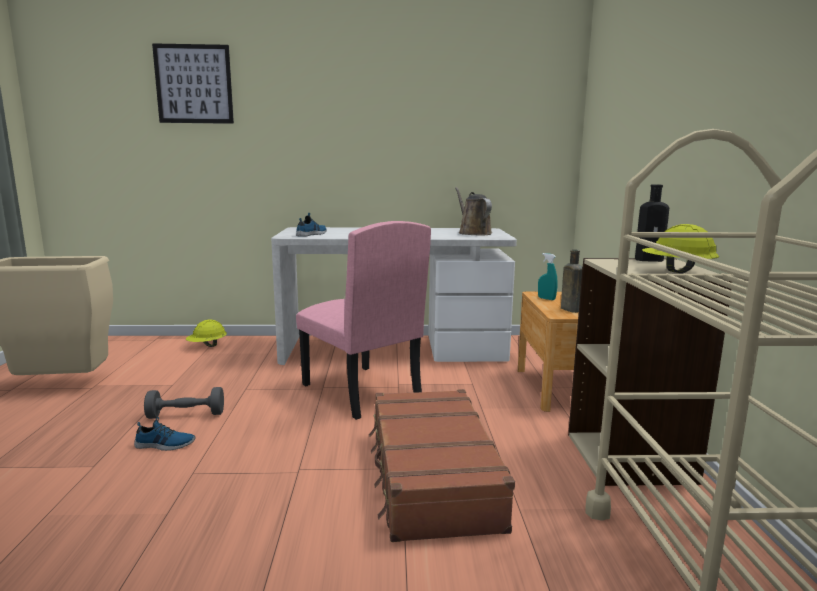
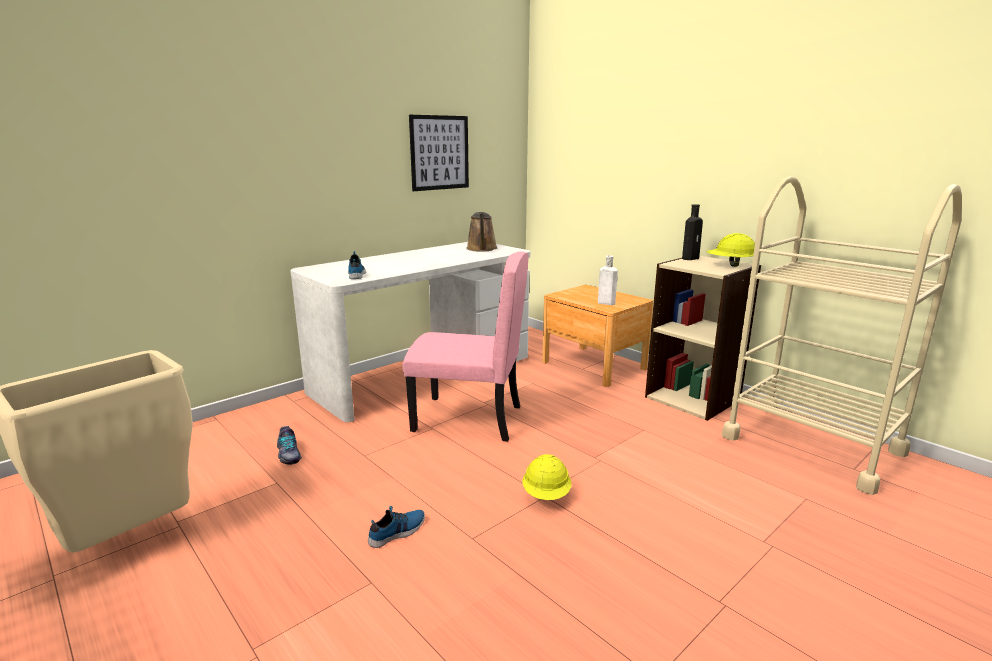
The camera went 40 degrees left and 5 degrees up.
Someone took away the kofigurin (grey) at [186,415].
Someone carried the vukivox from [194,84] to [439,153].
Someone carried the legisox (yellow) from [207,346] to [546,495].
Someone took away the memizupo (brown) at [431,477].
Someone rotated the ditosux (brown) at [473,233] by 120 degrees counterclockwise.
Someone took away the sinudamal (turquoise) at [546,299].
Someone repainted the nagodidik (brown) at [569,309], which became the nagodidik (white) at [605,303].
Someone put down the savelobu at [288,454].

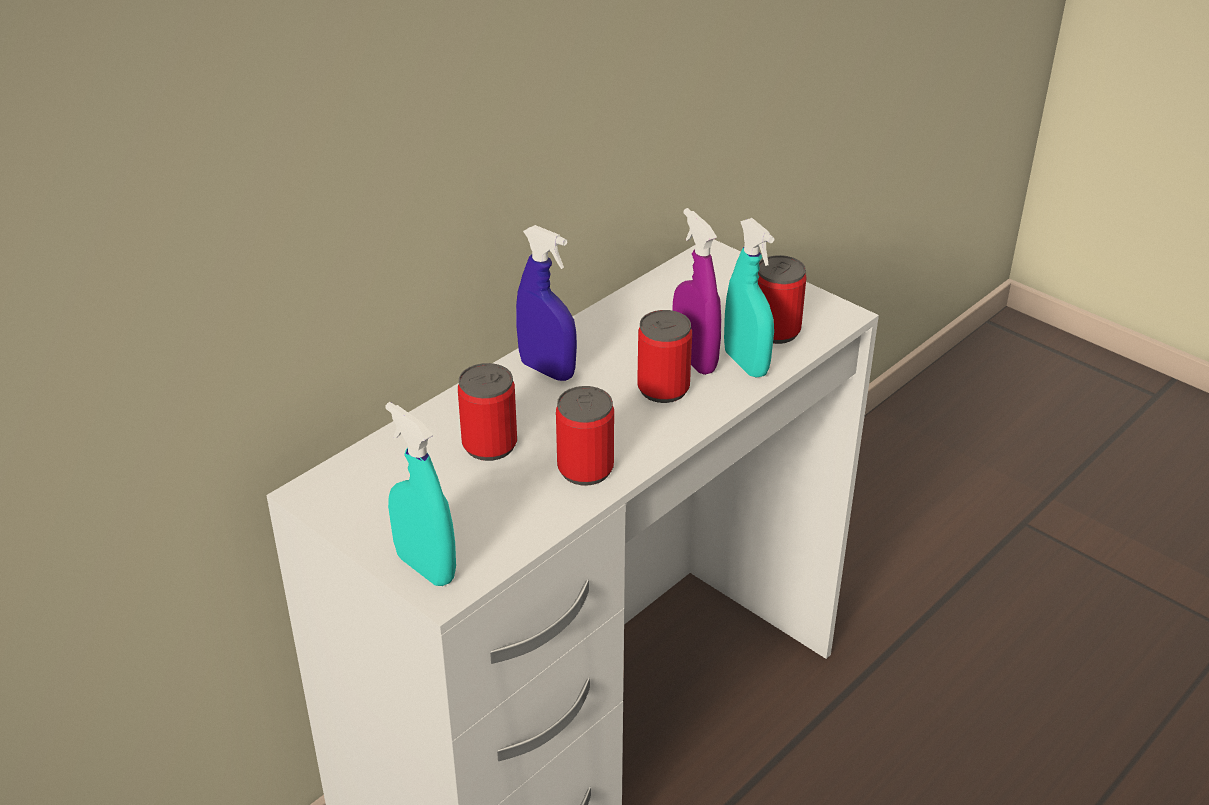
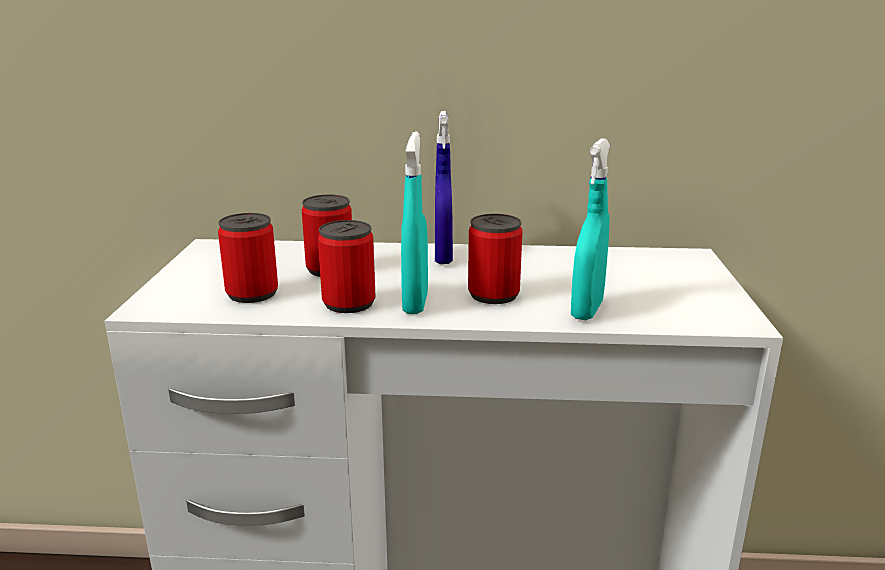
The camera went 50 degrees right and 15 degrees down.
Someone carried the sinudamal (turquoise) from [425,568] to [415,303].
Someone took away the sinudamal (purple) at [694,360].
Someone carried the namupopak from [775,331] to [252,293].

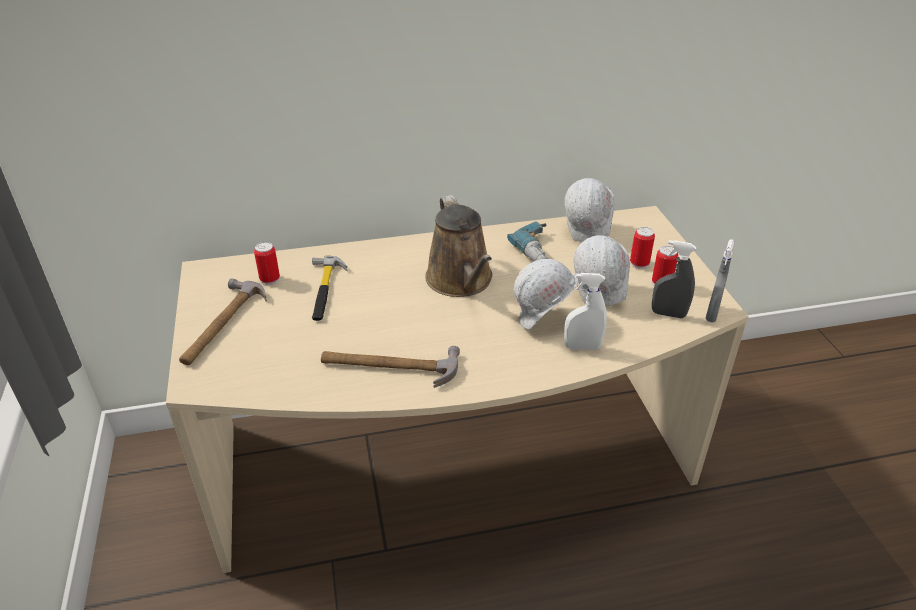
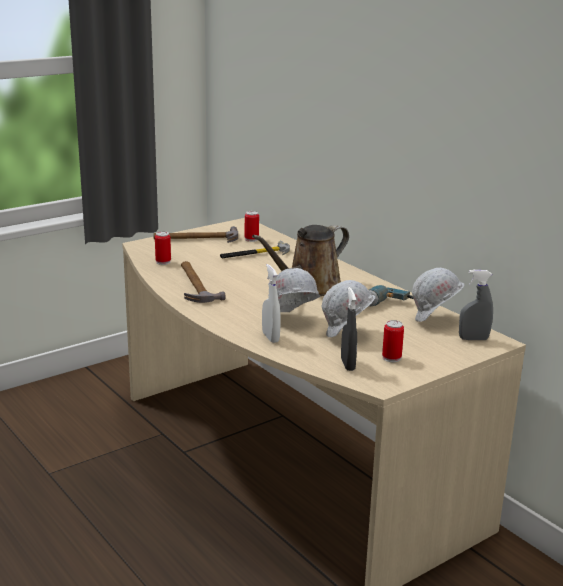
The camera went 65 degrees right and 15 degrees down.
Someone carried the namupopak from [639,263] to [163,262].
Someone carried the sinudamal (grey) from [712,314] to [473,339].

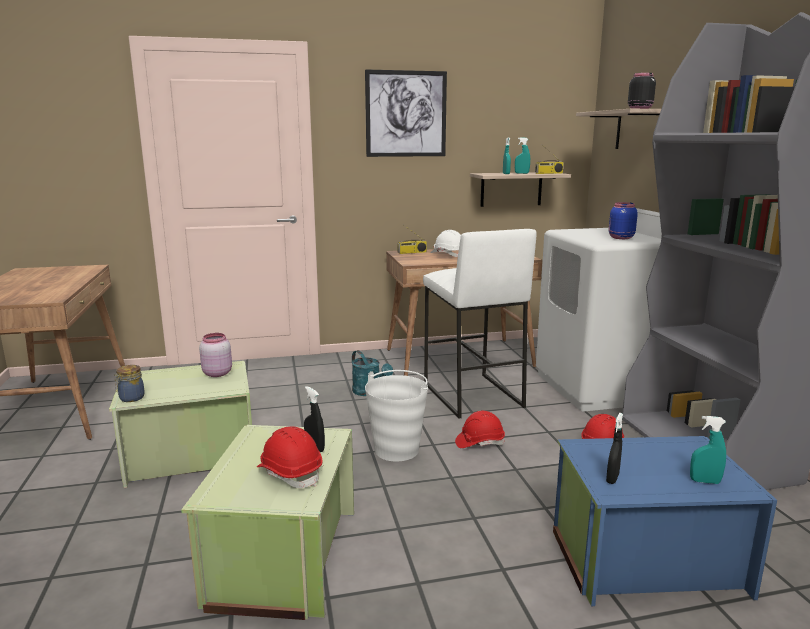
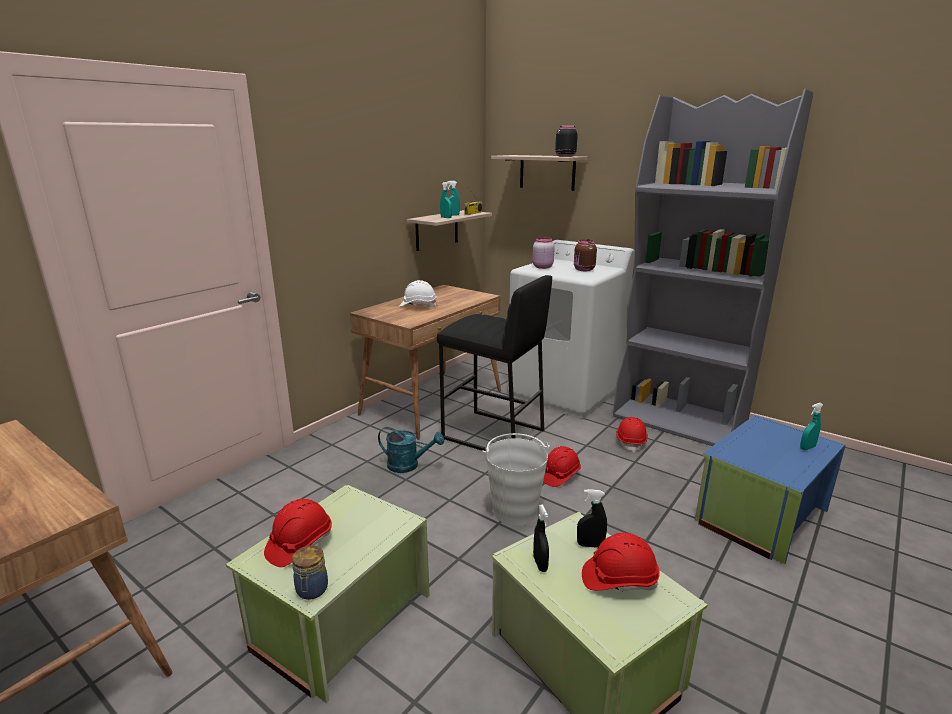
The camera went 40 degrees left and 5 degrees up.
Someone carried the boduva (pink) from [217,373] to [542,267].
Someone took away the vukivox at [406,114].
Someone took away the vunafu at [412,252].
Someone repainted the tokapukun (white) at [471,395], which became the tokapukun (black) at [492,434].
Someone carried the sinudamal (black) from [612,478] to [540,564].
Someone repainted the boduva (blue) at [620,238], which became the boduva (brown) at [583,270].
Someone put down the legisox (red) at [299,544].

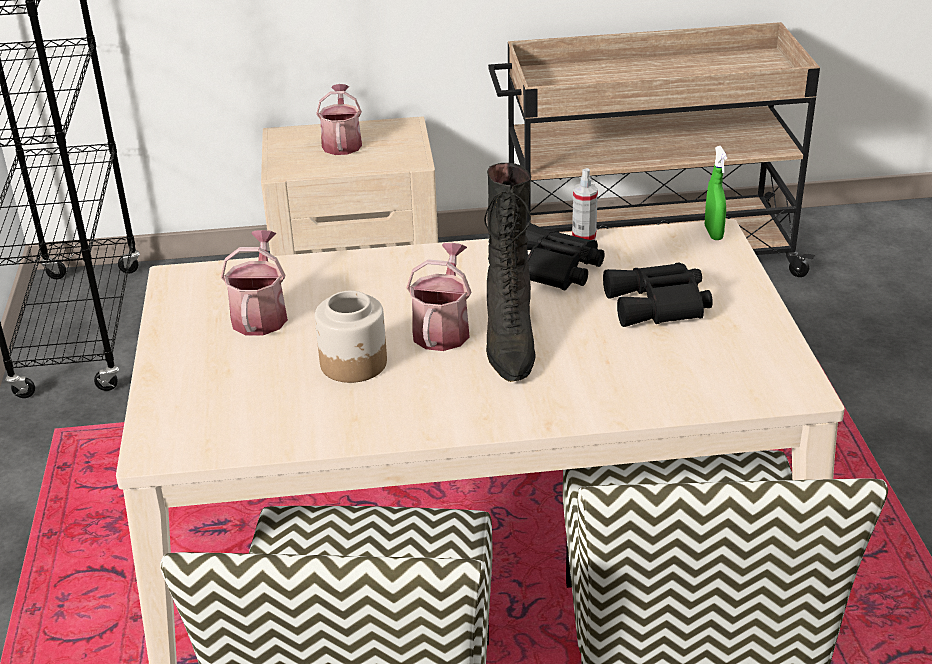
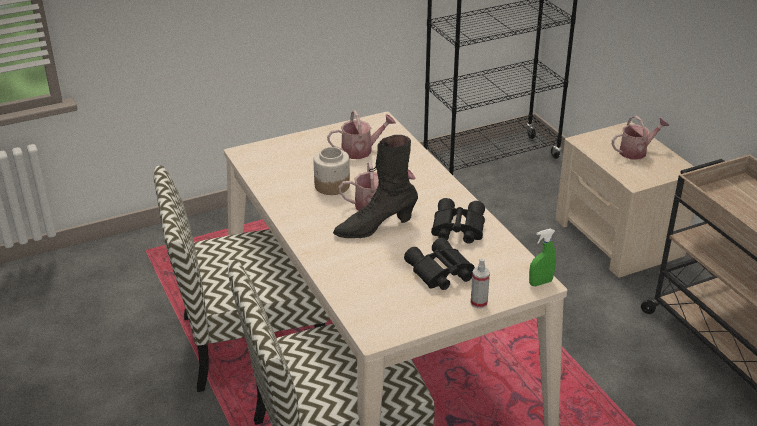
The camera went 70 degrees right and 0 degrees up.
Someone carried the sinudamal from [584,238] to [479,303].

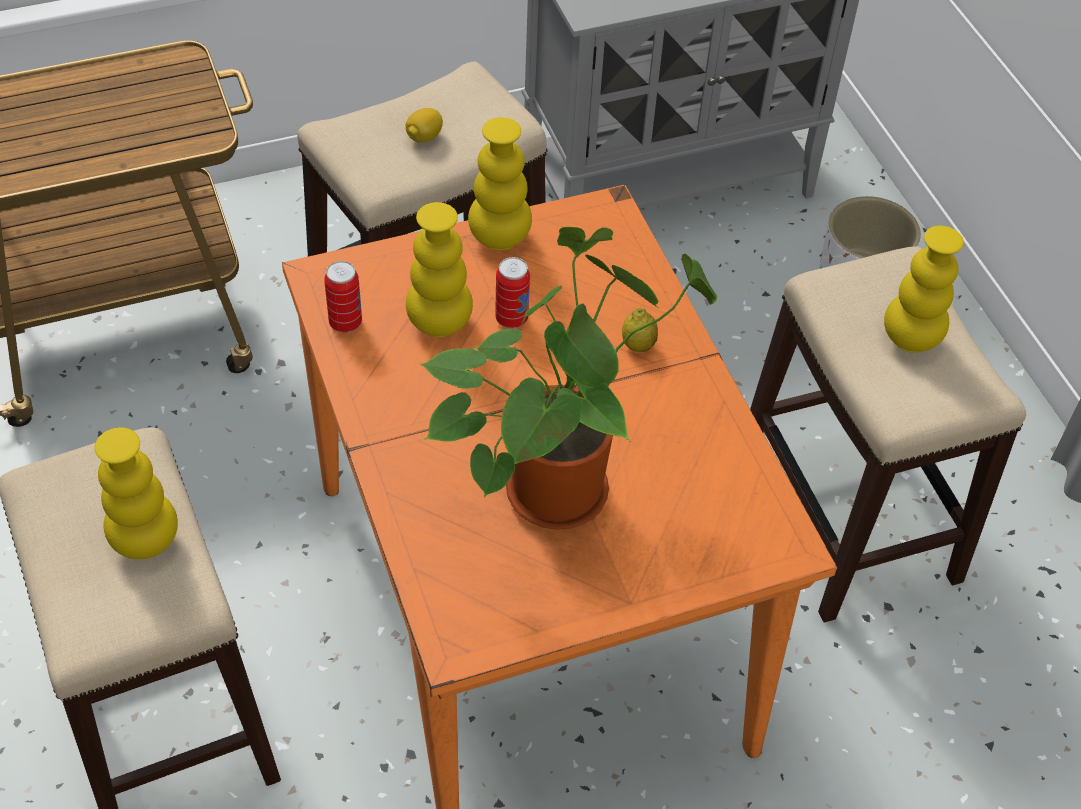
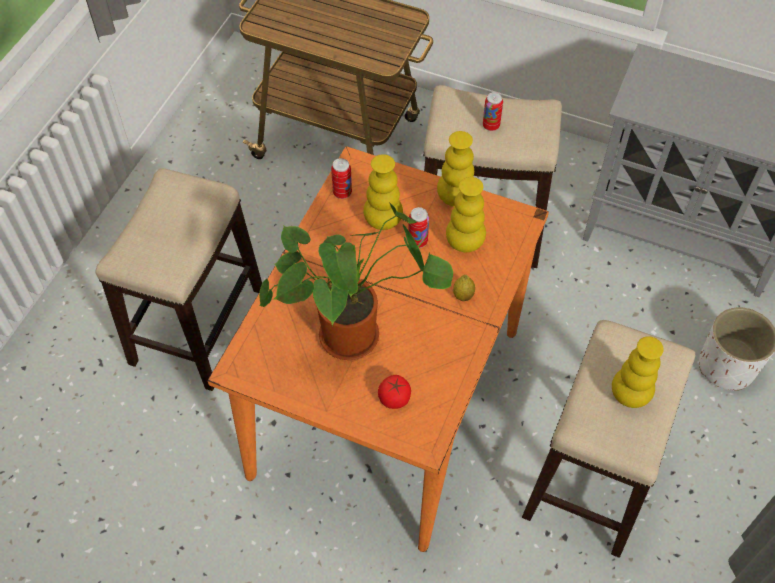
The camera went 45 degrees right and 5 degrees up.
Someone carried the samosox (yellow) from [145,541] to [464,243].
Someone swapped the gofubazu at [424,137] for the namupopak at [491,126].
Someone put down the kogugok at [394,398].

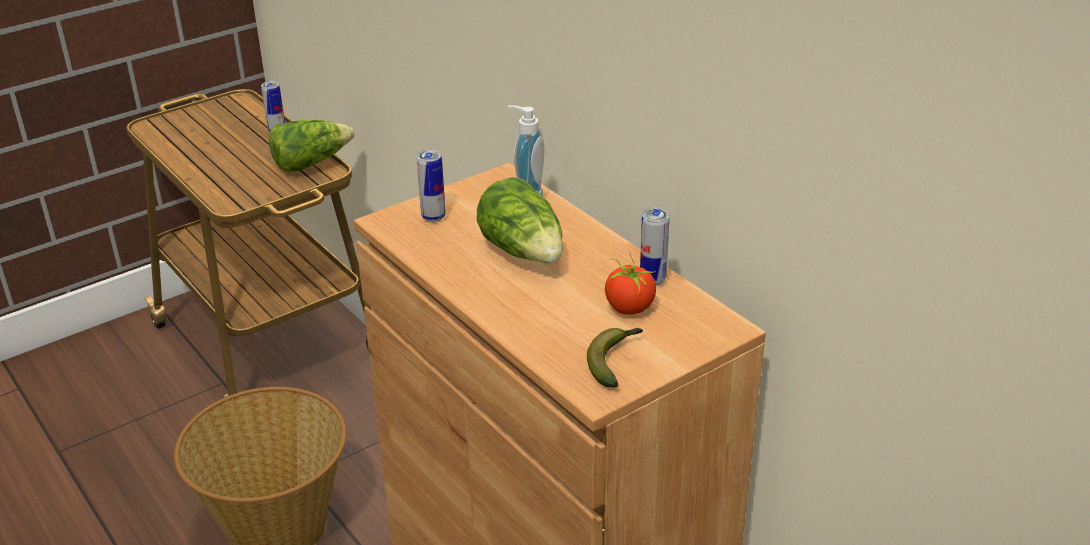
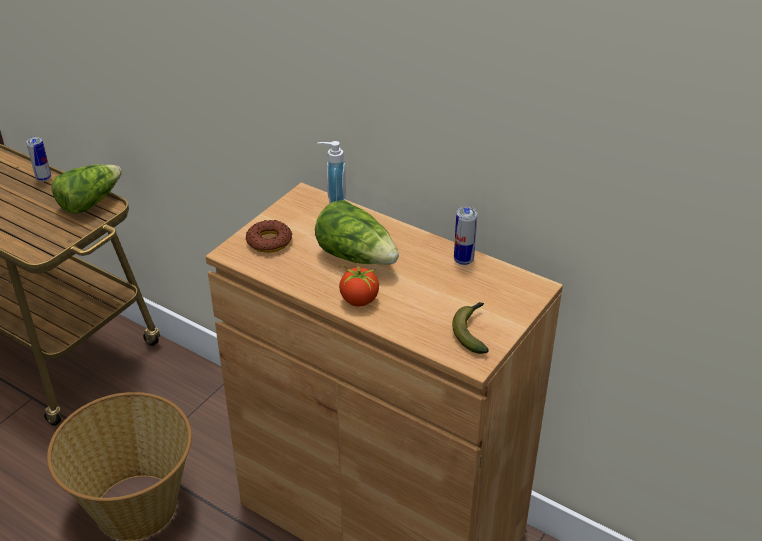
The camera went 20 degrees left and 5 degrees up.
Someone swapped the namupopak at [433,217] for the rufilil at [269,241].
Someone carried the kogugok from [629,308] to [359,300].

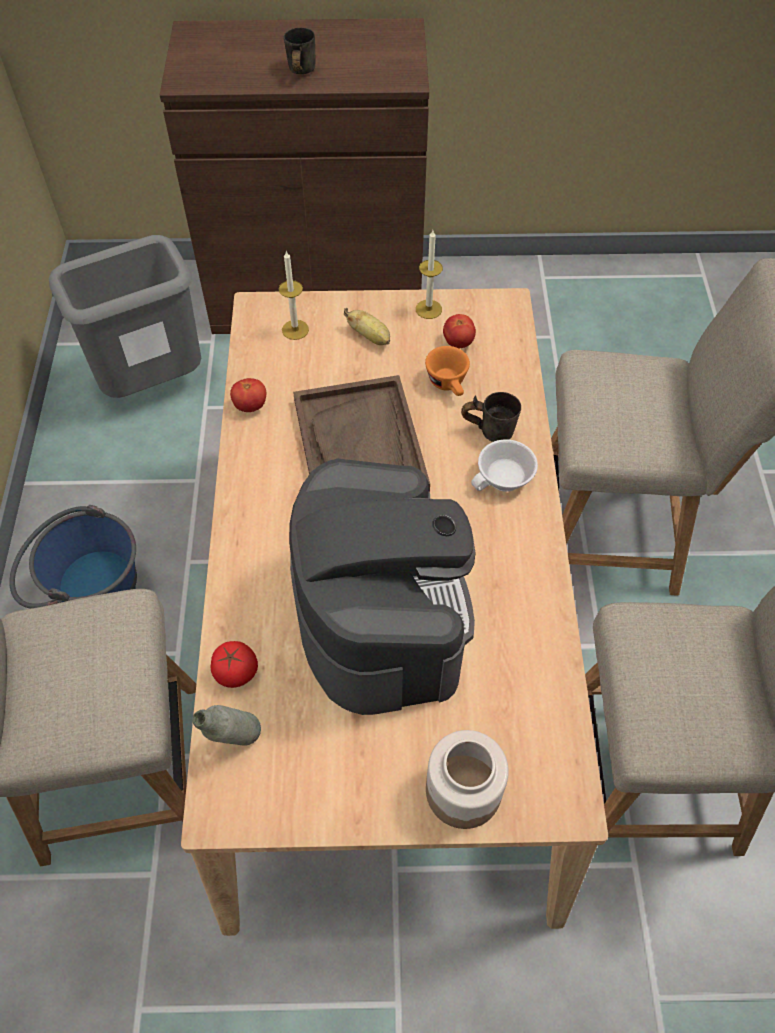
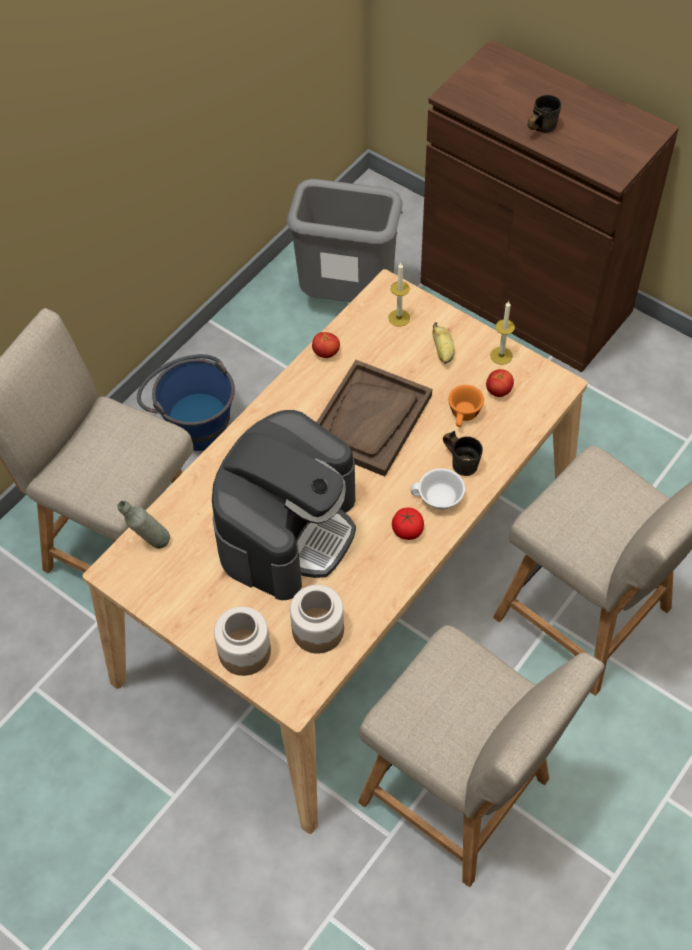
The camera went 40 degrees right and 0 degrees up.
Someone carried the kogugok from [236,672] to [407,531].
Someone put down the boduva at [318,629].

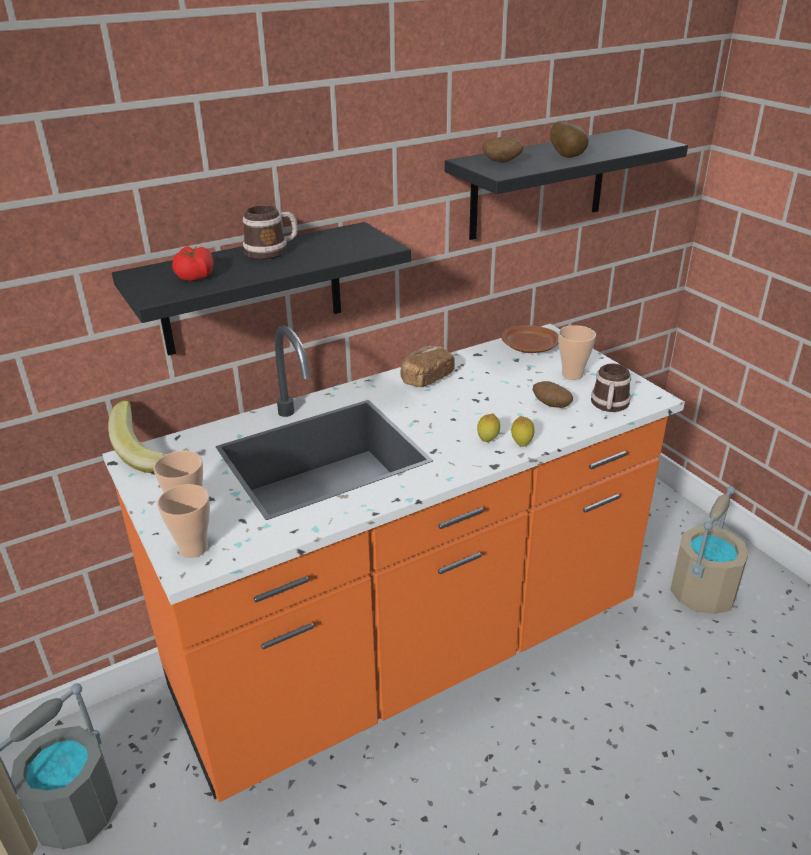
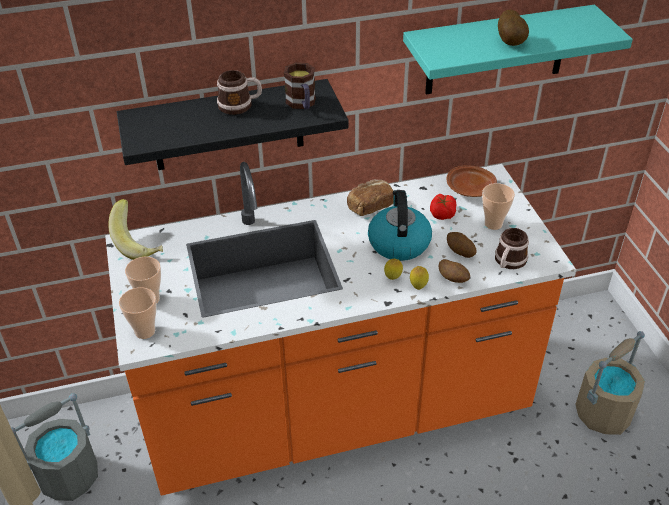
The camera went 15 degrees right and 10 degrees up.
Someone carried the kogugok from [195,275] to [442,213].
Someone repainted the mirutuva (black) at [538,184], which became the mirutuva (turquoise) at [496,51].
Someone carried the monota from [502,162] to [453,279].
Someone put down the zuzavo at [302,104].
Someone put down the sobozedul at [398,242].

